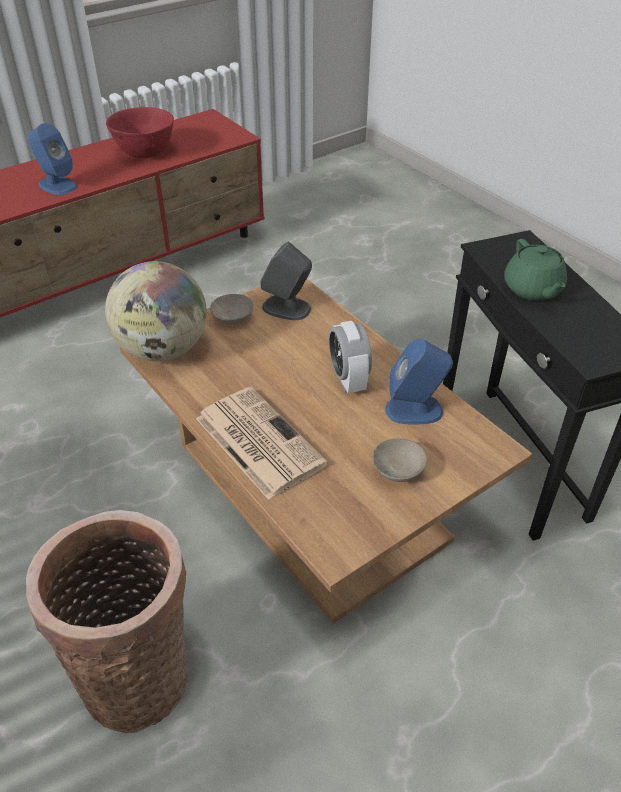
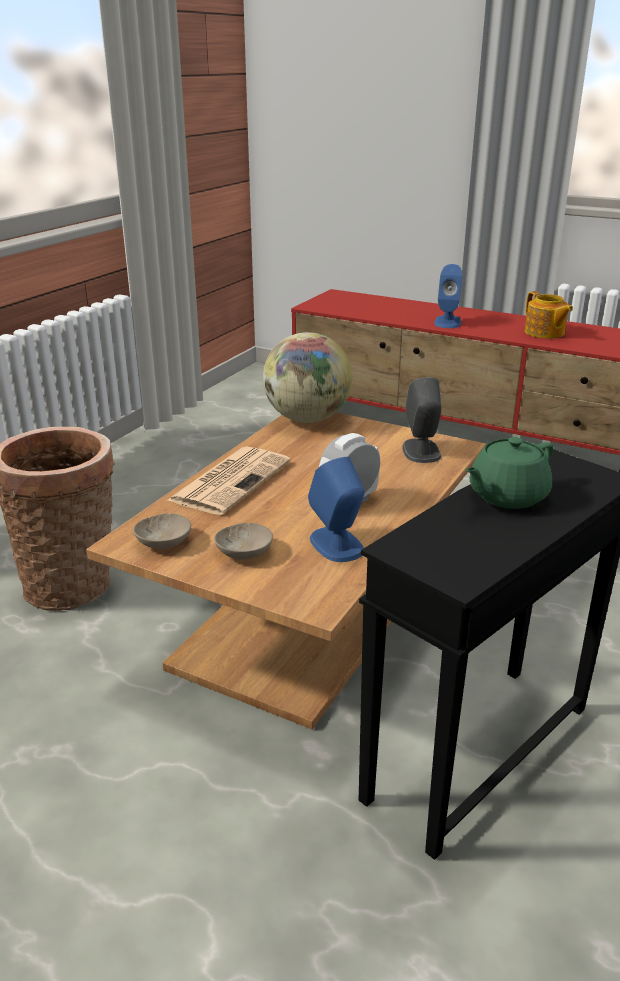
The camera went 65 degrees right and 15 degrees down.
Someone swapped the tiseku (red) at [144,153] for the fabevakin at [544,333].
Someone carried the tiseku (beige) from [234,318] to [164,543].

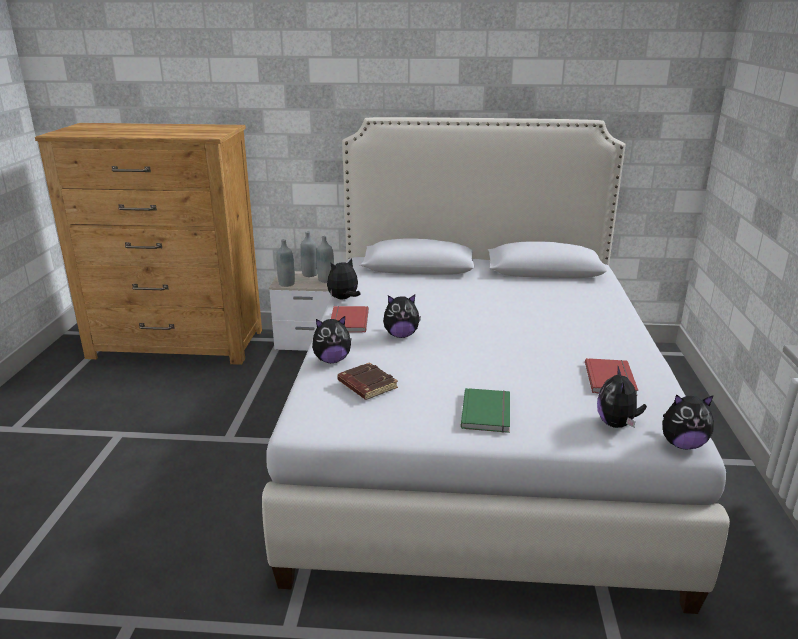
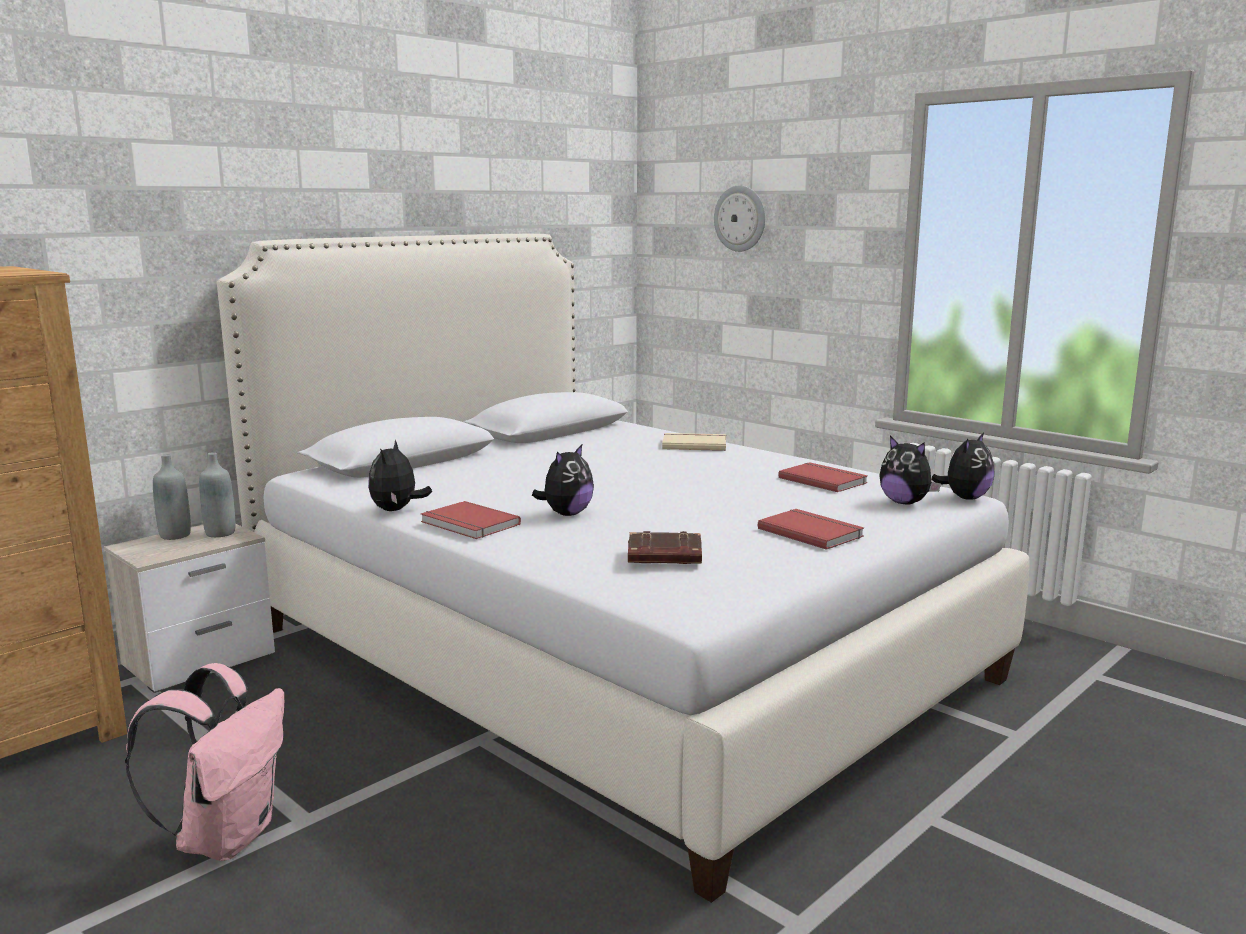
The camera went 50 degrees left and 10 degrees down.
Someone took away the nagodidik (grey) at [286,284].
Someone took away the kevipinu at [332,360].
Someone repainted the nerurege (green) at [488,412], which became the nerurege (red) at [811,532].
Someone put down the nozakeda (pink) at [226,836].
Someone put down the nerurege (beige) at [694,444].
Someone put up the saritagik at [740,218].

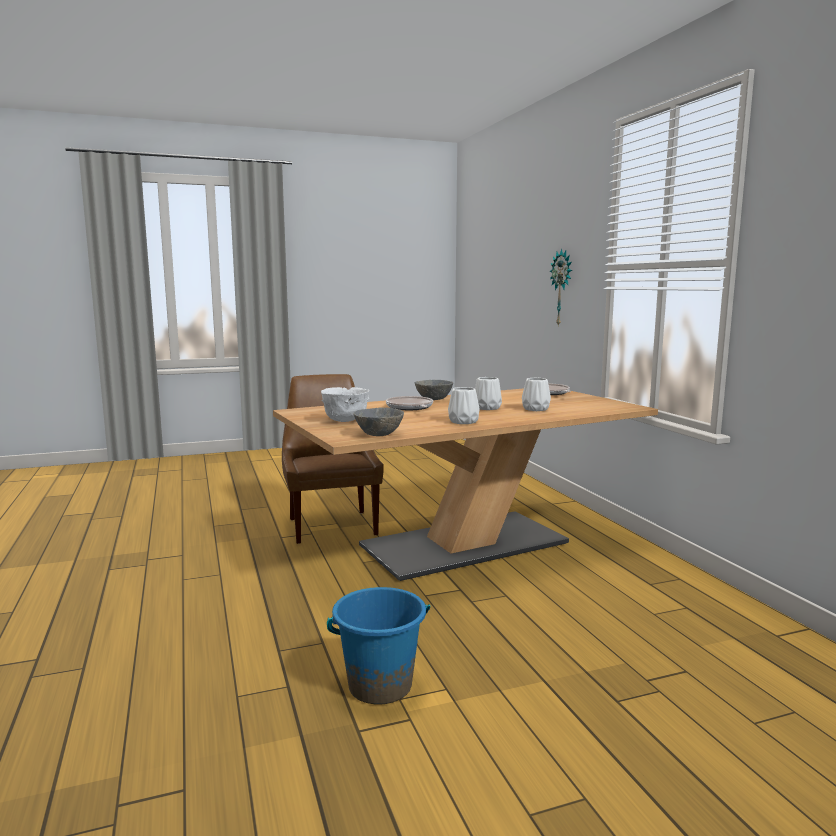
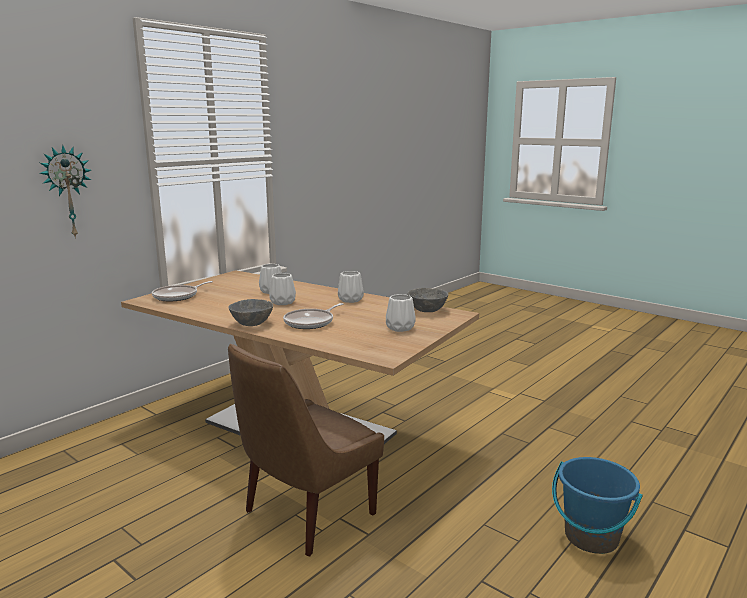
The camera went 120 degrees left and 5 degrees up.
Someone swapped the tiseku (white) at [345,421] for the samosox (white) at [400,328].
Someone carried the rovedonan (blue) from [380,685] to [591,537].

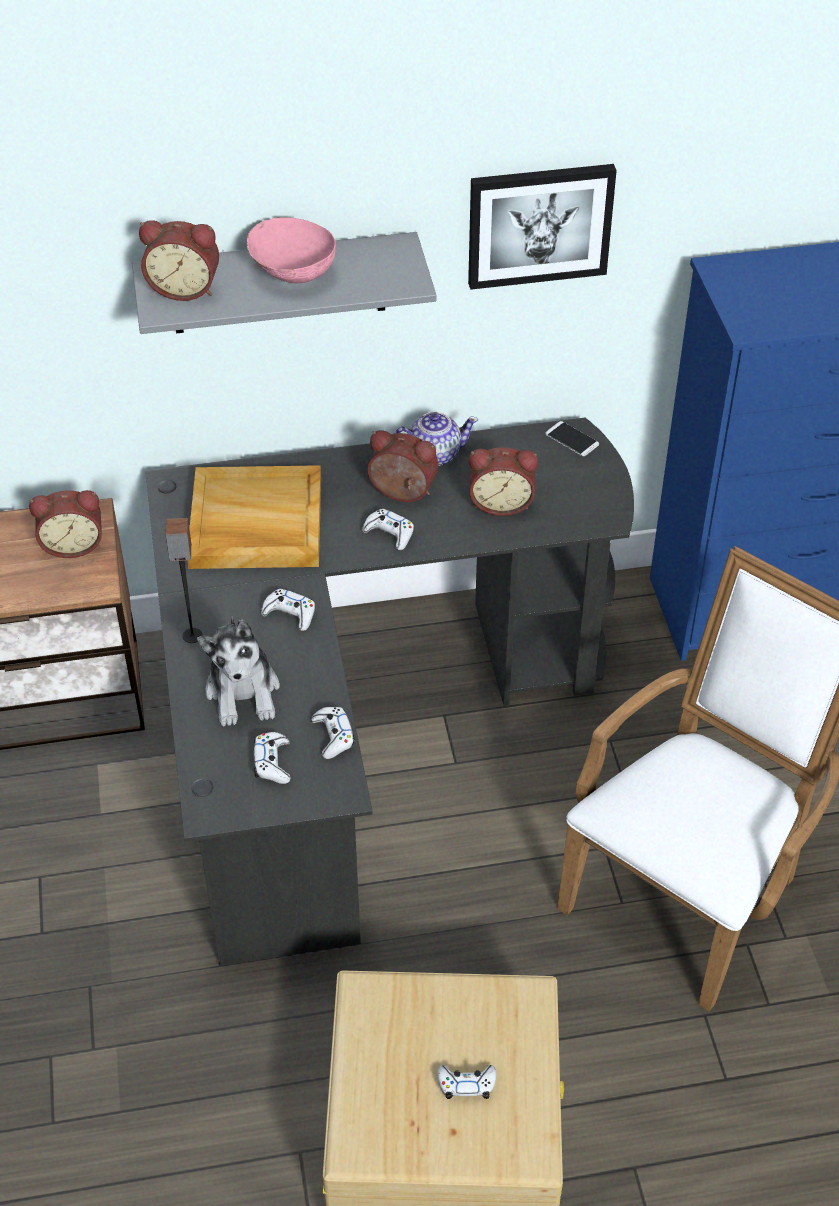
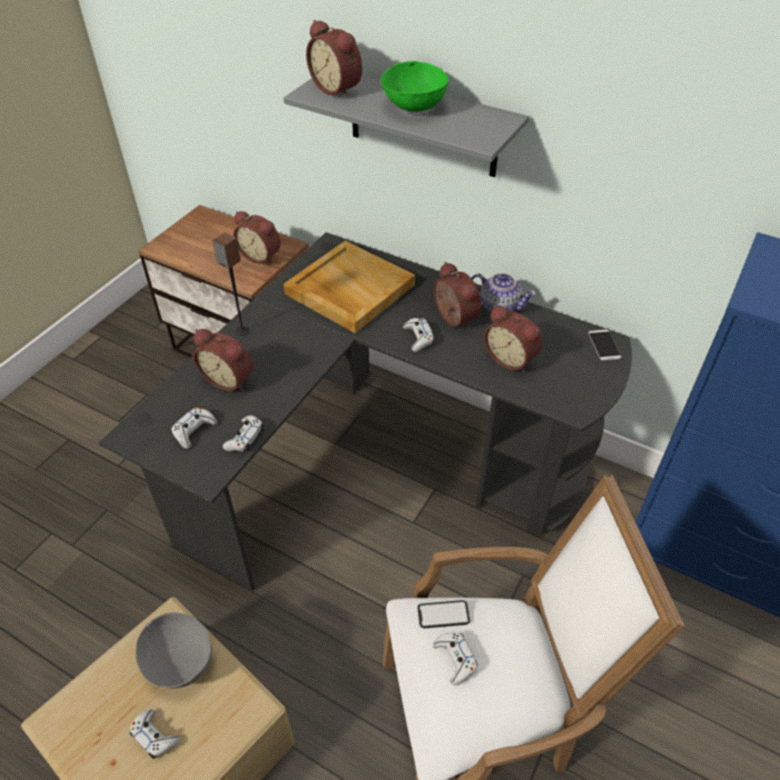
The camera went 40 degrees right and 0 degrees up.
Someone swapped the kevipinu at [243,691] for the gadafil at [229,379].
Someone repainted the tiseku (pink) at [292,272], which became the tiseku (green) at [413,105].
Someone carried the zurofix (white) from [290,614] to [455,659].
Someone took away the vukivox at [539,224].
Someone put down the tiseku (grey) at [178,661].
Someone put down the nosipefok at [443,614].

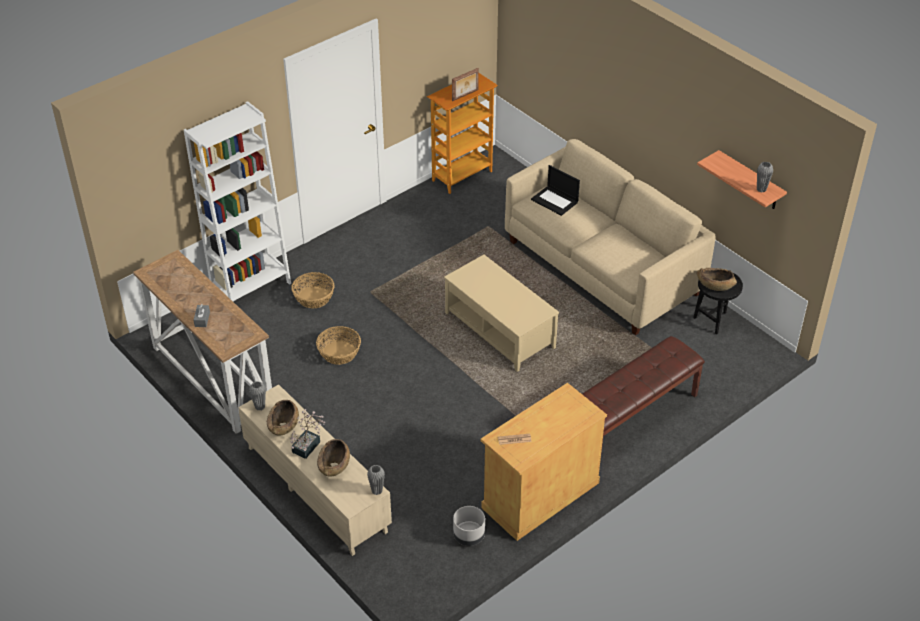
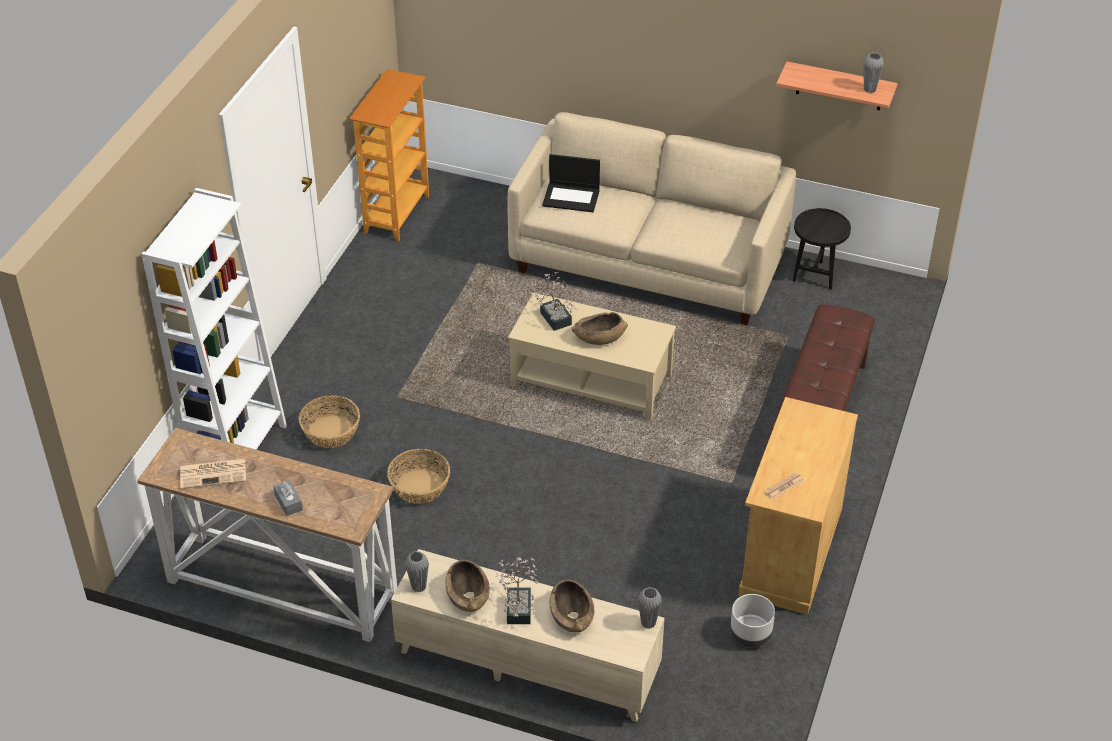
The camera went 30 degrees left and 0 degrees up.
Someone took away the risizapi at [465,95].
Someone carried the tiseku (brown) from [715,285] to [599,337].
Someone put down the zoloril at [214,473].
Someone put down the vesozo at [554,316].

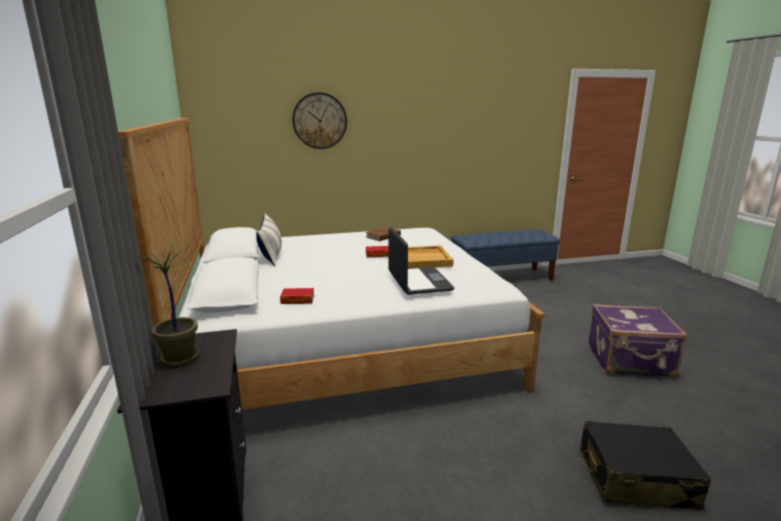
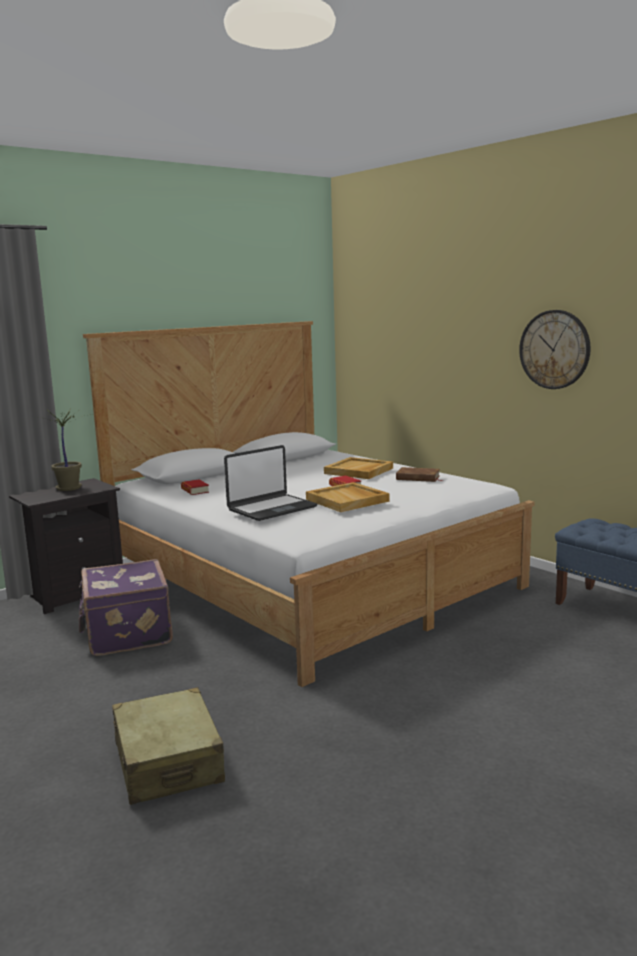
The camera went 65 degrees right and 5 degrees down.
Someone took away the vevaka at [271,254].
Someone carried the saritagik from [319,121] to [554,349].
Someone repainted the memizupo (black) at [635,478], which became the memizupo (beige) at [168,762].
Someone carried the memizupo (purple) from [630,362] to [126,634].
Someone put down the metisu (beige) at [359,471].

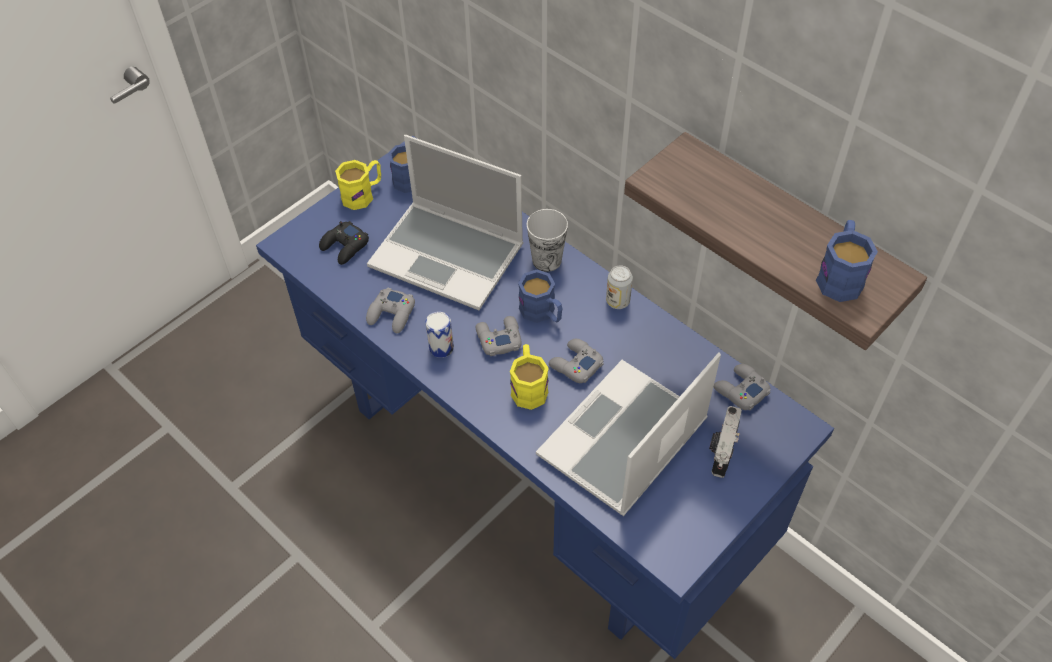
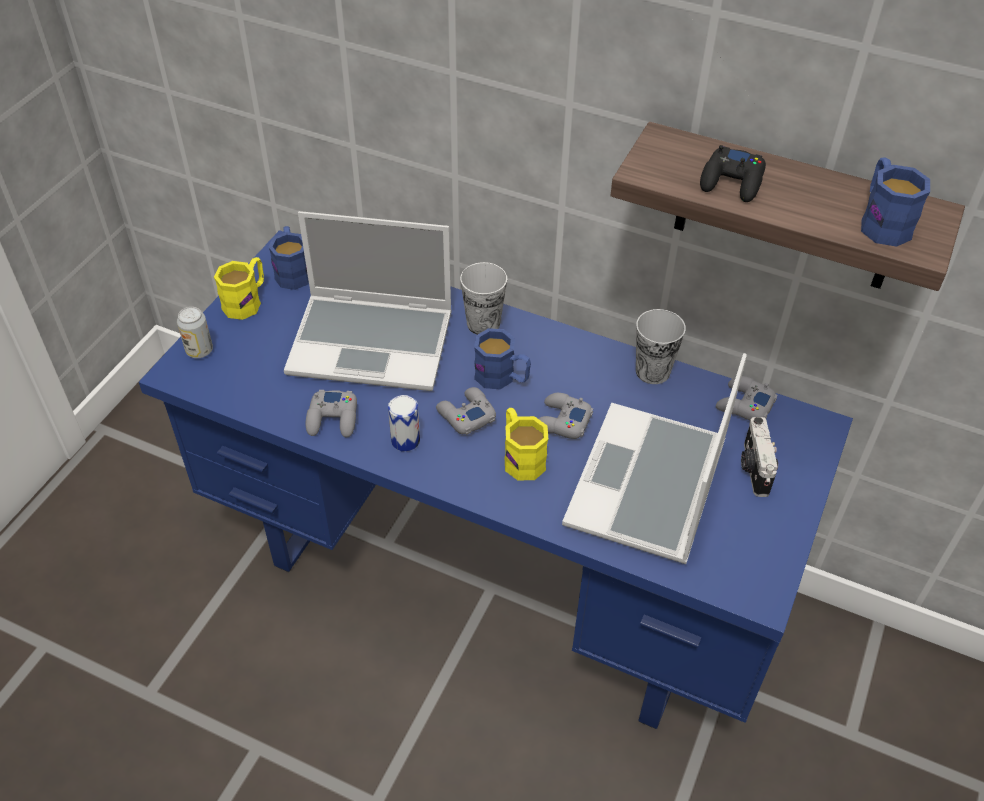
The camera went 20 degrees left and 5 degrees down.
Someone carried the zurofix (black) from [345,246] to [732,181].
Someone carried the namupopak from [618,301] to [199,350].
Someone put down the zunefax at [652,371].

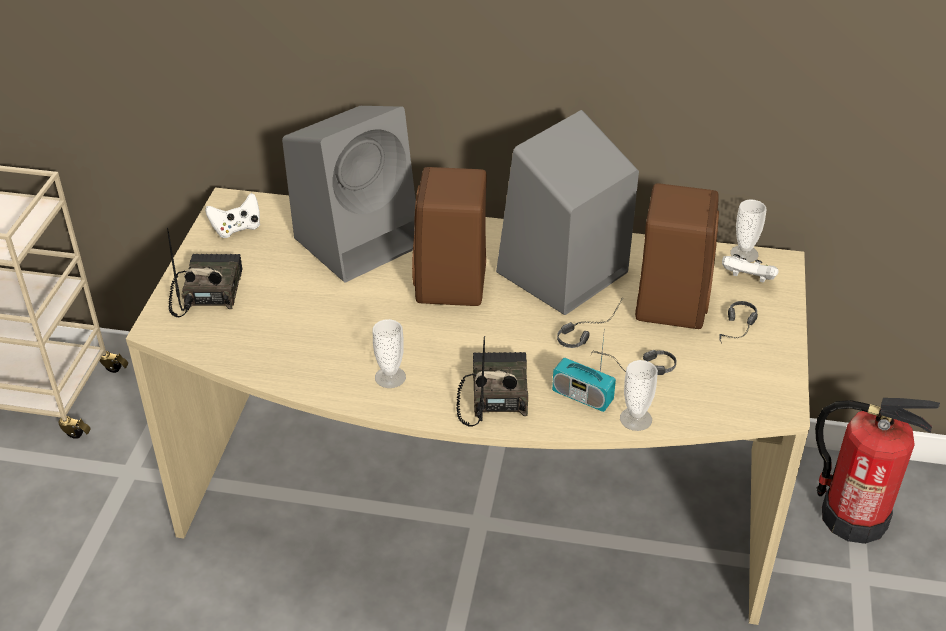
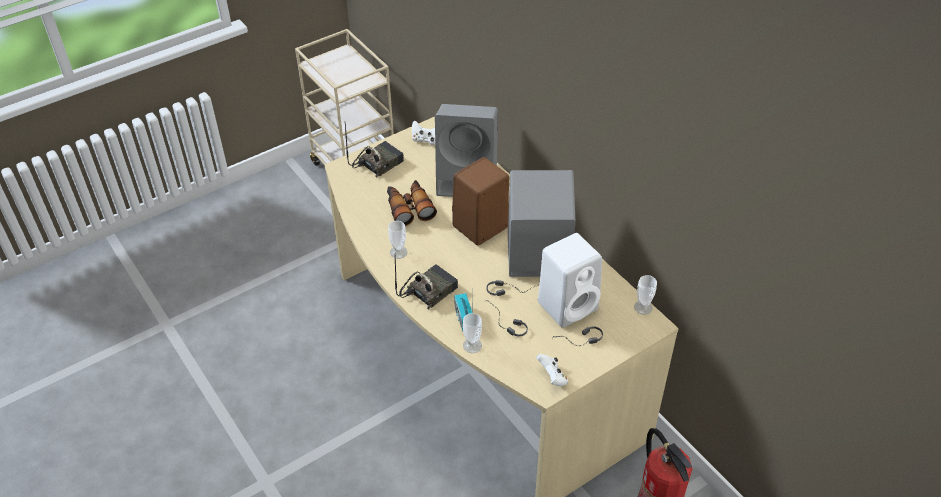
The camera went 45 degrees right and 5 degrees up.
Someone repainted the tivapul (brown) at [670,301], which became the tivapul (white) at [568,305].
Someone carried the zurofix (white) from [748,280] to [552,377].
Someone put down the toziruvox at [409,207].

